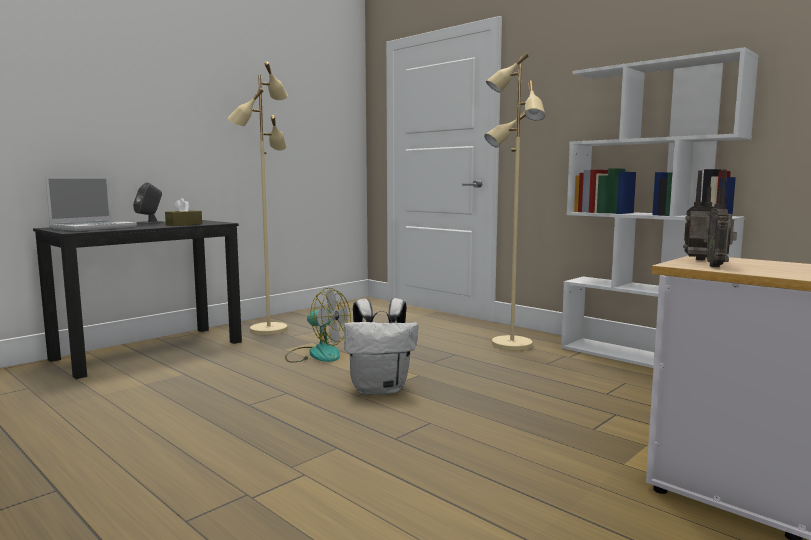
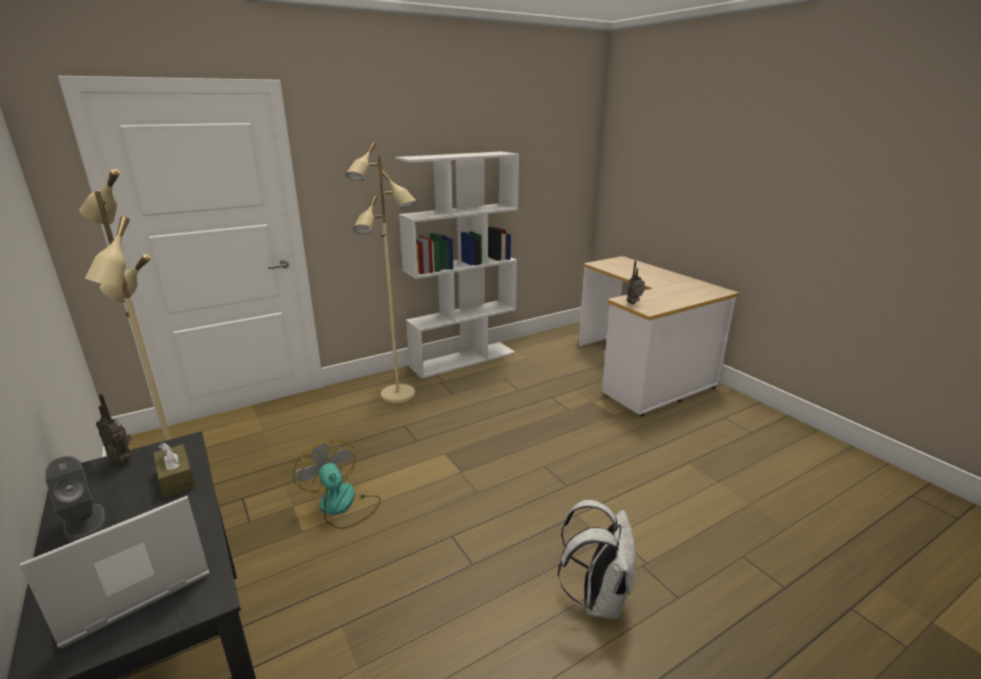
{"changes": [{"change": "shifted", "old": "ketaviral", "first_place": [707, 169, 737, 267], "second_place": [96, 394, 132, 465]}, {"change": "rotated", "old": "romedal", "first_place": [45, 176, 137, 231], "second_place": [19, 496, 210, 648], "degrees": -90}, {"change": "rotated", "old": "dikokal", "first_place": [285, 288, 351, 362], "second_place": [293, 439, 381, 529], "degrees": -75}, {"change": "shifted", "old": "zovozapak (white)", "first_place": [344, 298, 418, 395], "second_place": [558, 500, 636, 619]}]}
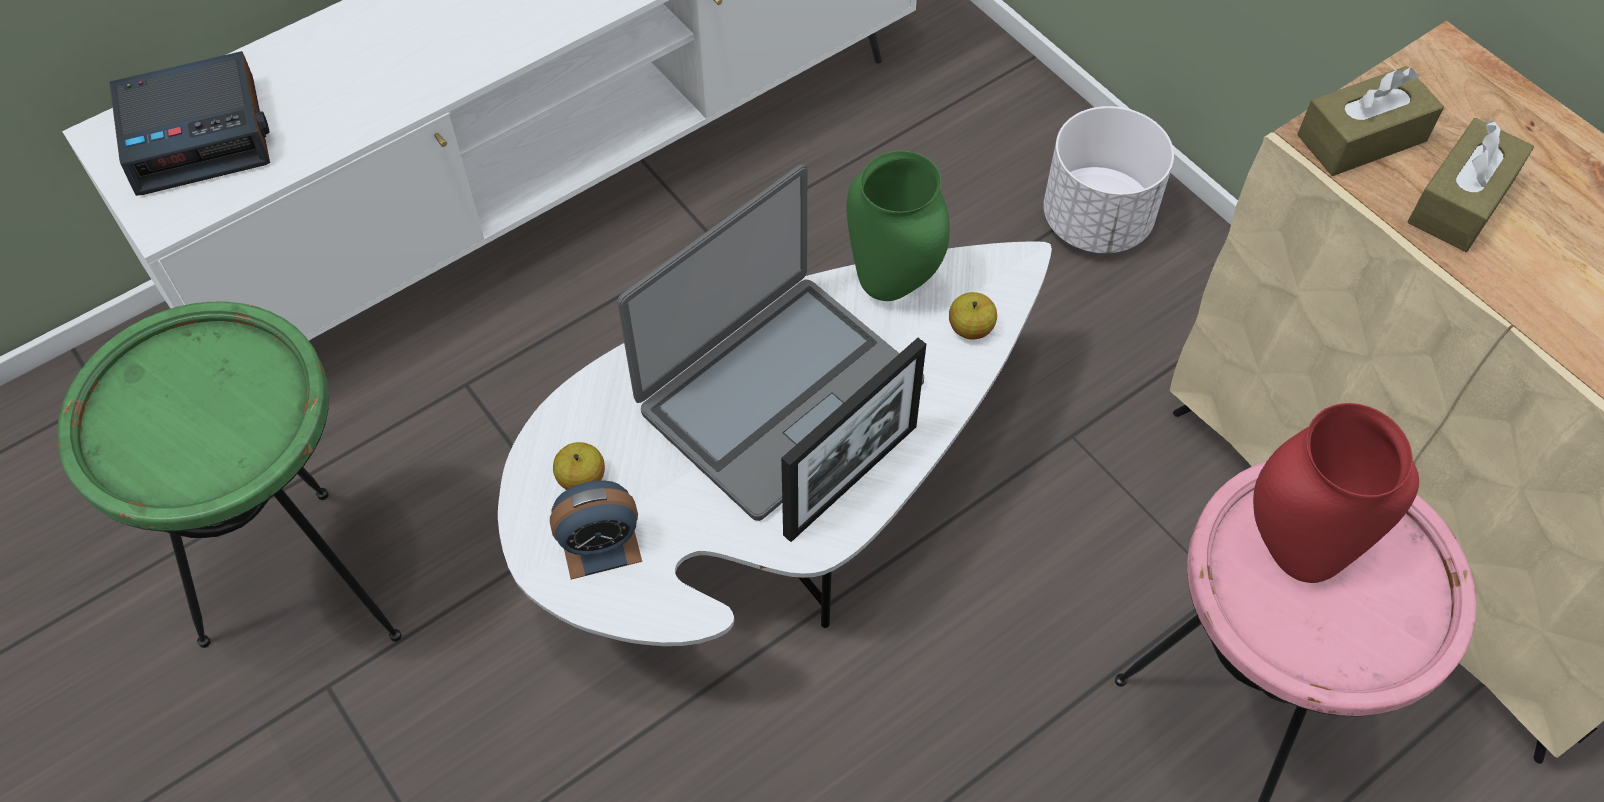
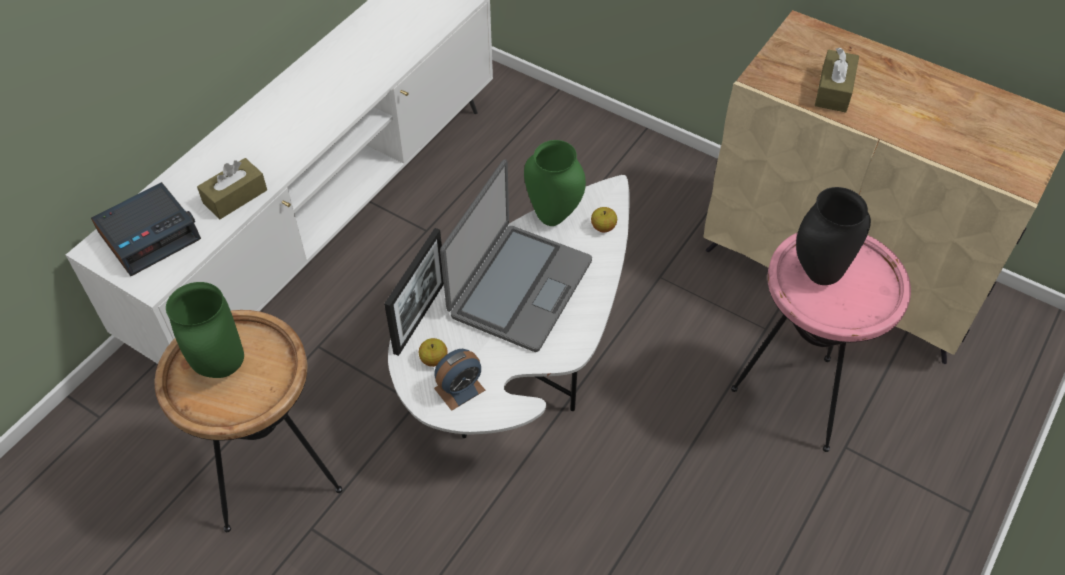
{"changes": [{"change": "shifted", "old": "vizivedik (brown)", "first_place": [1297, 66, 1444, 176], "second_place": [197, 158, 267, 219]}, {"change": "gone", "old": "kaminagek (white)", "first_place": [1043, 106, 1174, 254]}, {"change": "repainted", "old": "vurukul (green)", "new": "vurukul (brown)", "first_place": [57, 302, 402, 648], "second_place": [155, 310, 342, 532]}, {"change": "shifted", "old": "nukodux", "first_place": [781, 338, 926, 542], "second_place": [384, 228, 444, 356]}, {"change": "repainted", "old": "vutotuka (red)", "new": "vutotuka (black)", "first_place": [1253, 403, 1419, 583], "second_place": [796, 187, 871, 285]}, {"change": "new", "new": "vutotuka (green)", "second_place": [166, 282, 244, 378]}]}
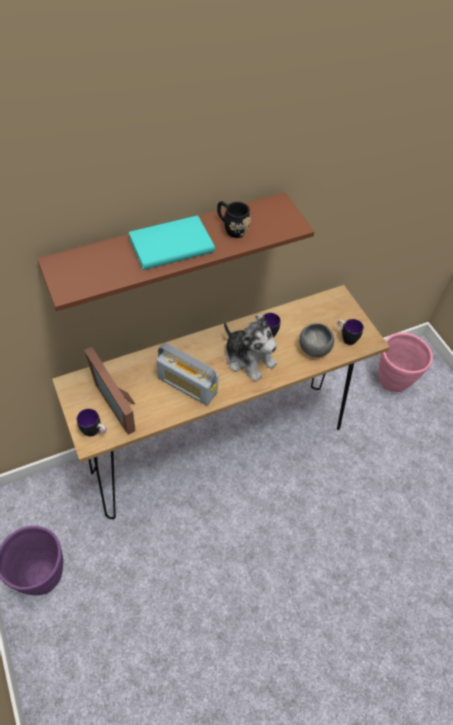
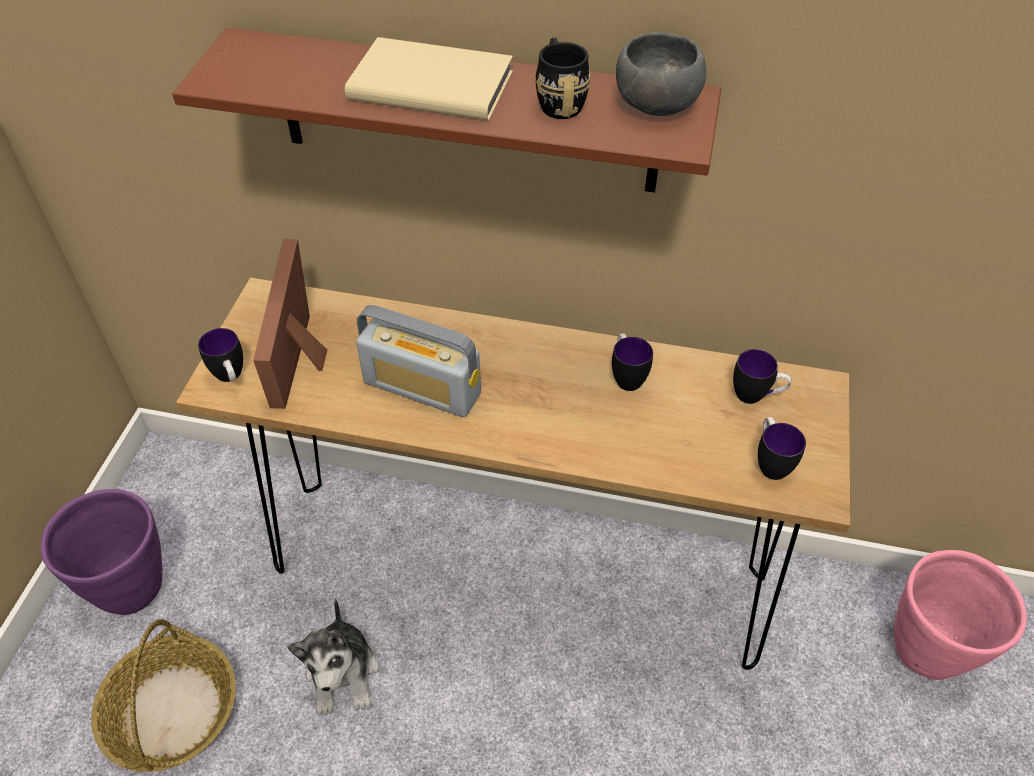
{"changes": [{"change": "repainted", "old": "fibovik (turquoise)", "new": "fibovik (beige)", "first_place": [128, 215, 215, 270], "second_place": [345, 37, 513, 121]}, {"change": "shifted", "old": "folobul", "first_place": [224, 316, 277, 382], "second_place": [287, 599, 379, 716]}, {"change": "shifted", "old": "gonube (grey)", "first_place": [299, 323, 334, 357], "second_place": [616, 32, 706, 116]}, {"change": "rotated", "old": "ketaviral", "first_place": [156, 343, 218, 405], "second_place": [356, 305, 481, 417], "degrees": -45}, {"change": "new", "new": "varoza", "second_place": [733, 349, 792, 404]}, {"change": "new", "new": "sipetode", "second_place": [91, 619, 236, 772]}]}
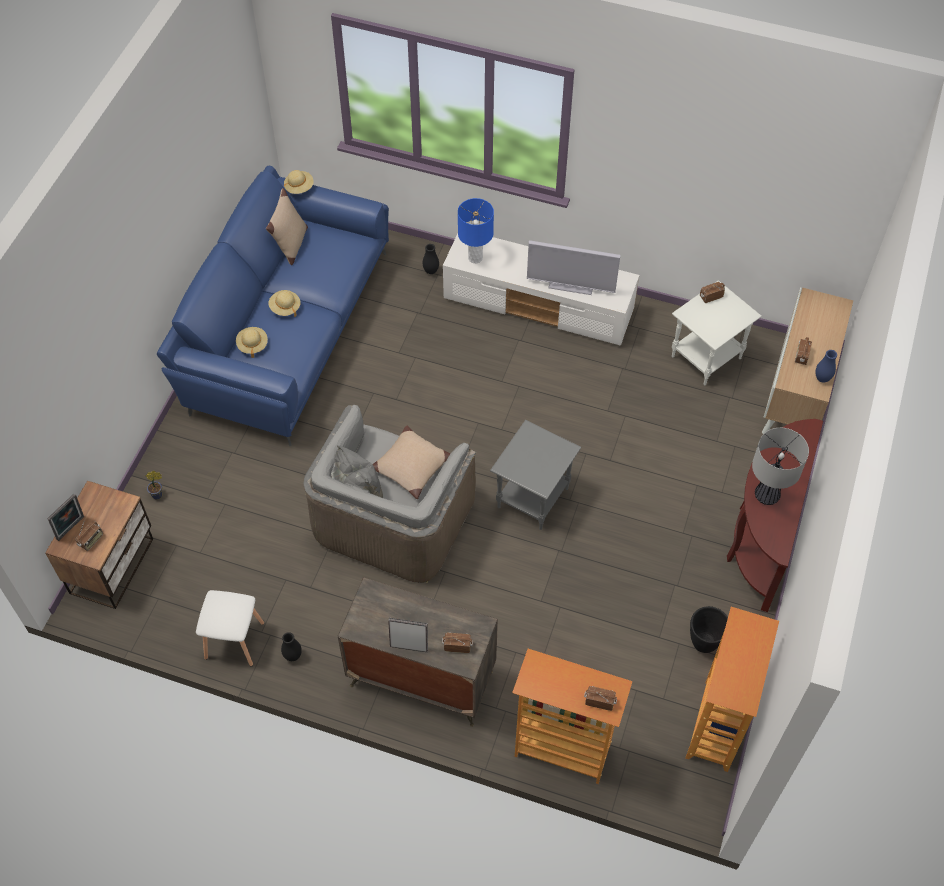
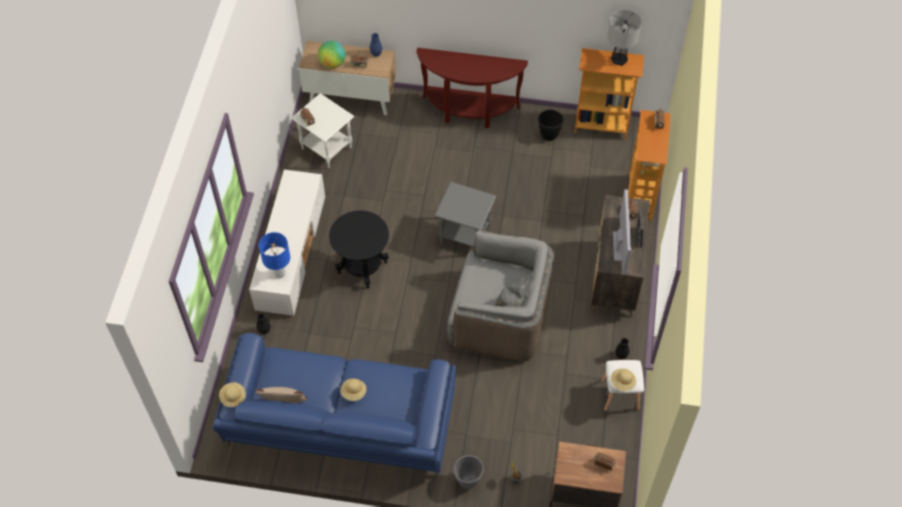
{"changes": [{"change": "shifted", "old": "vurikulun", "first_place": [527, 240, 620, 295], "second_place": [613, 189, 631, 274]}, {"change": "shifted", "old": "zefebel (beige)", "first_place": [236, 327, 268, 358], "second_place": [611, 368, 636, 391]}, {"change": "gone", "old": "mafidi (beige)", "first_place": [373, 425, 450, 499]}, {"change": "shifted", "old": "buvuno", "first_place": [752, 428, 809, 505], "second_place": [607, 10, 642, 66]}, {"change": "gone", "old": "nukodux", "first_place": [47, 494, 84, 541]}, {"change": "new", "new": "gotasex", "second_place": [318, 41, 346, 69]}, {"change": "new", "new": "vurukul (black)", "second_place": [329, 210, 389, 288]}, {"change": "new", "new": "kaminagek (grey)", "second_place": [454, 455, 484, 489]}]}
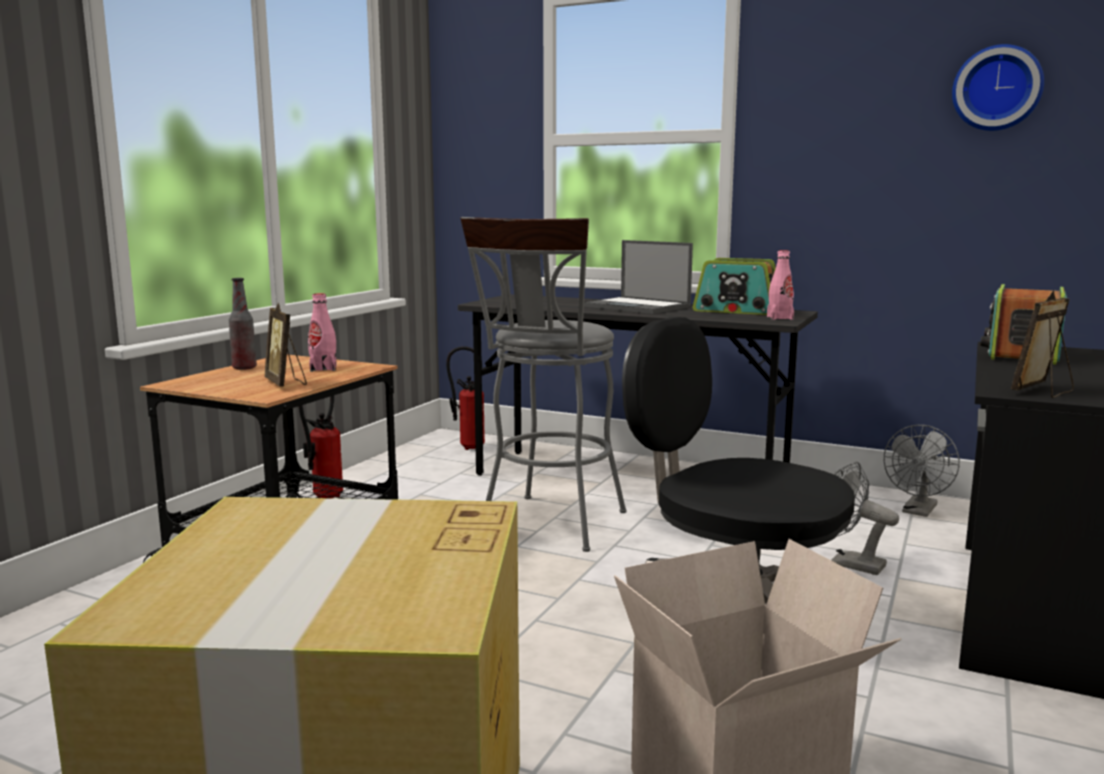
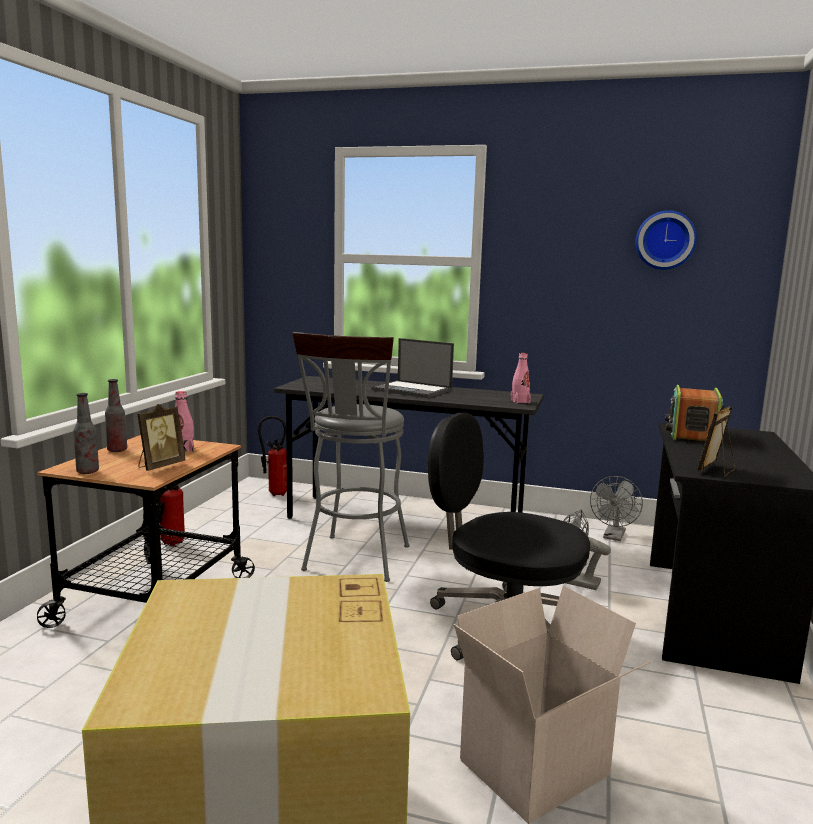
{"changes": [{"change": "gone", "old": "ketaviral", "first_place": [693, 258, 776, 315]}, {"change": "rotated", "old": "nukodux", "first_place": [264, 303, 307, 386], "second_place": [138, 404, 185, 471], "degrees": -105}, {"change": "new", "new": "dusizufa", "second_place": [73, 393, 99, 474]}]}
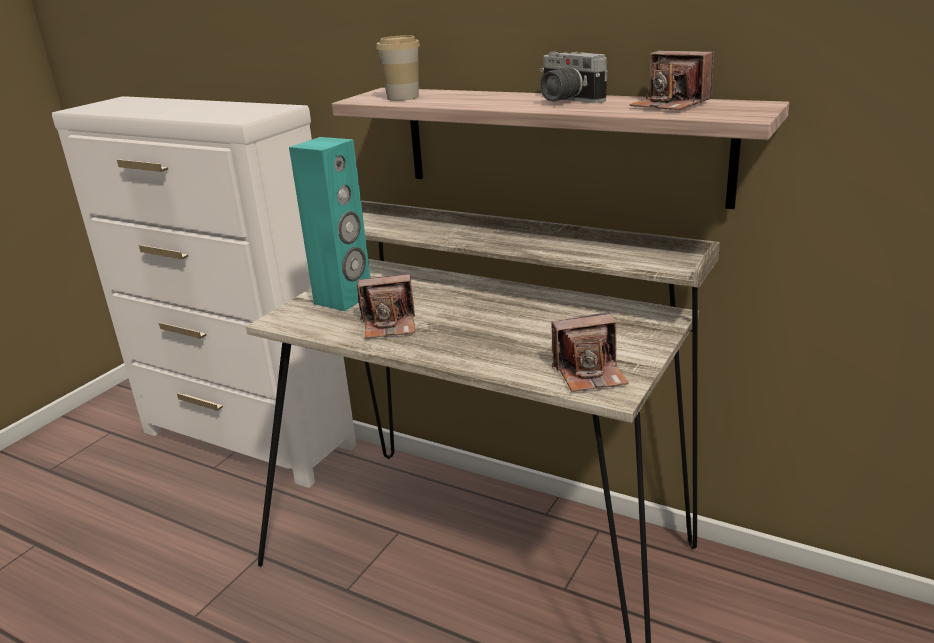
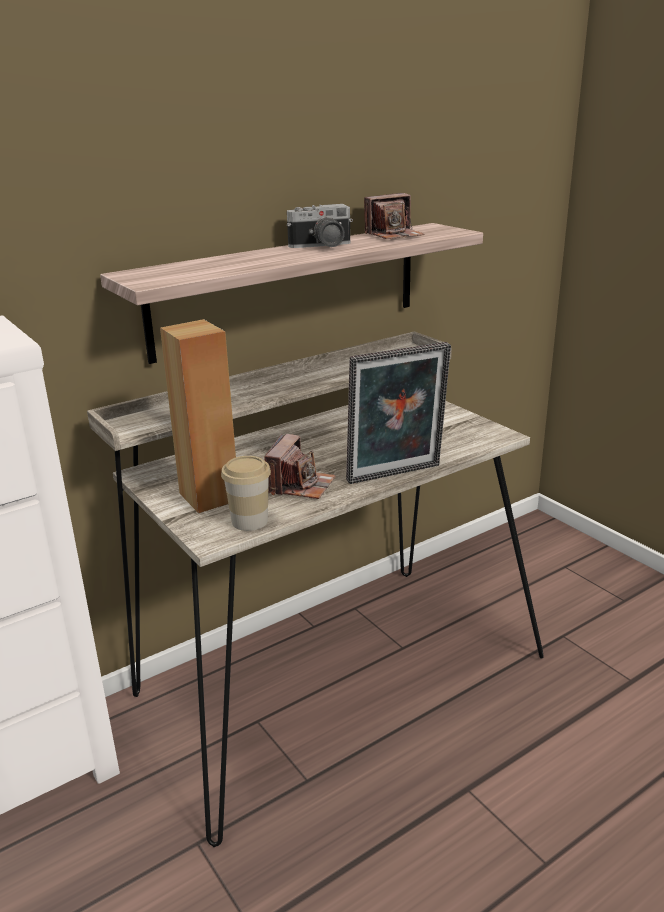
{"changes": [{"change": "shifted", "old": "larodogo", "first_place": [376, 35, 420, 101], "second_place": [221, 456, 271, 531]}, {"change": "repainted", "old": "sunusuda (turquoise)", "new": "sunusuda (brown)", "first_place": [289, 137, 370, 311], "second_place": [160, 319, 236, 513]}, {"change": "gone", "old": "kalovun", "first_place": [552, 312, 629, 392]}, {"change": "new", "new": "nukodux", "second_place": [346, 342, 451, 484]}]}
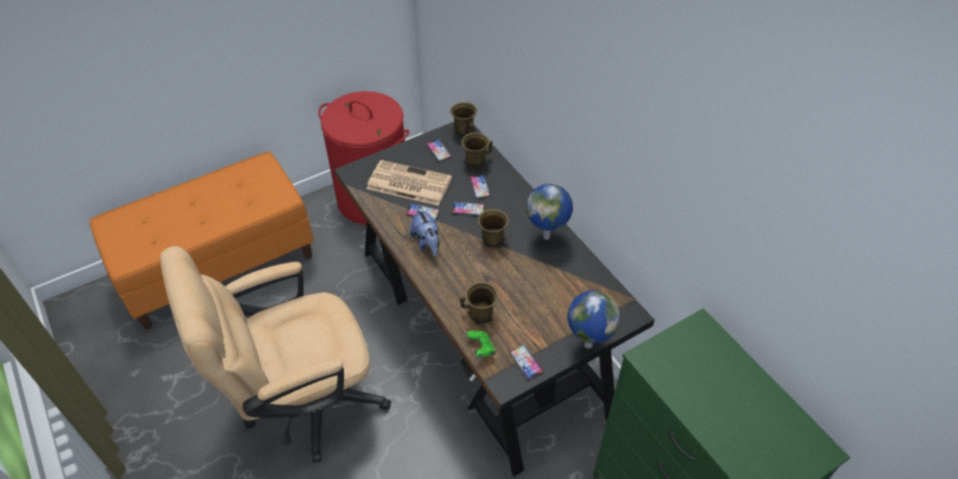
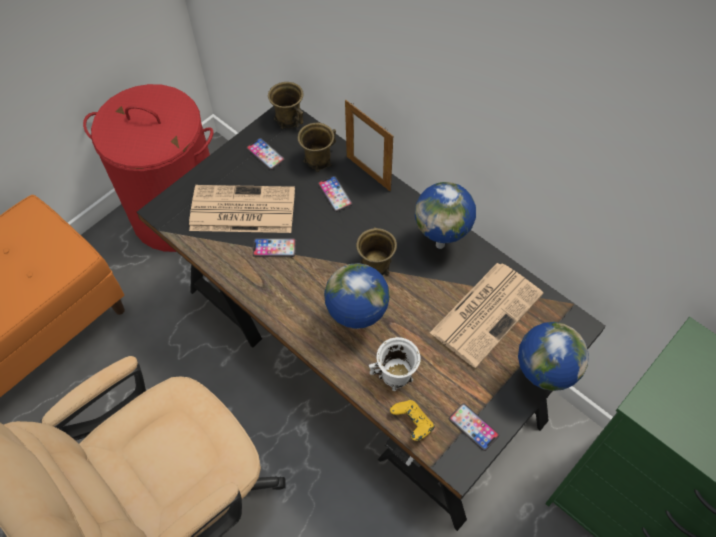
{"changes": [{"change": "gone", "old": "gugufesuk", "first_place": [452, 202, 485, 216]}, {"change": "gone", "old": "folobul", "first_place": [410, 208, 439, 256]}, {"change": "repainted", "old": "varoza (brown)", "new": "varoza (white)", "first_place": [459, 282, 498, 325], "second_place": [369, 337, 421, 391]}, {"change": "repainted", "old": "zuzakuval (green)", "new": "zuzakuval (yellow)", "first_place": [466, 331, 496, 357], "second_place": [390, 400, 435, 441]}, {"change": "new", "new": "nukodux", "second_place": [345, 100, 393, 191]}, {"change": "new", "new": "gotasex", "second_place": [324, 263, 390, 329]}, {"change": "new", "new": "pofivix", "second_place": [430, 263, 543, 368]}]}
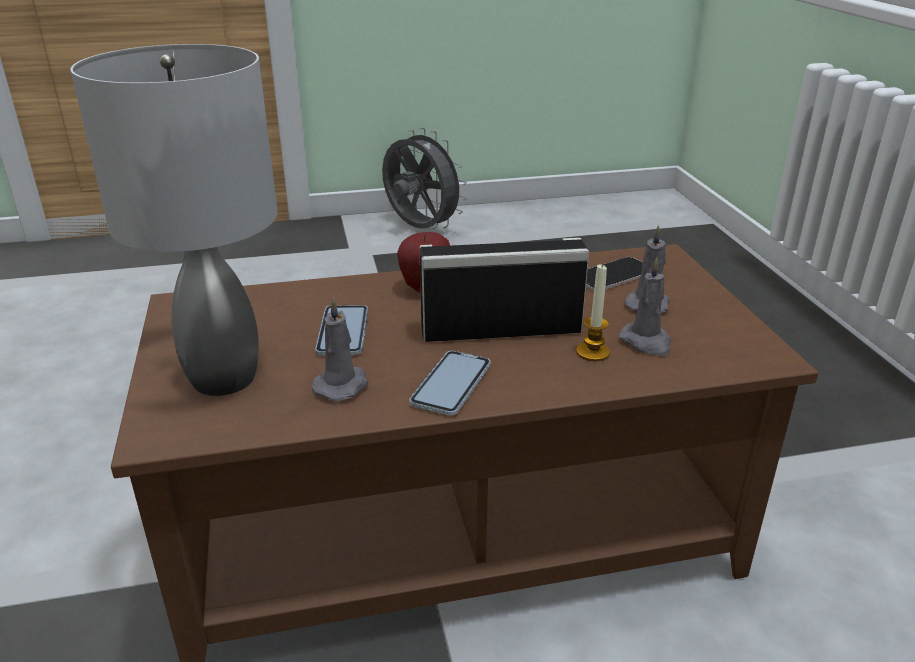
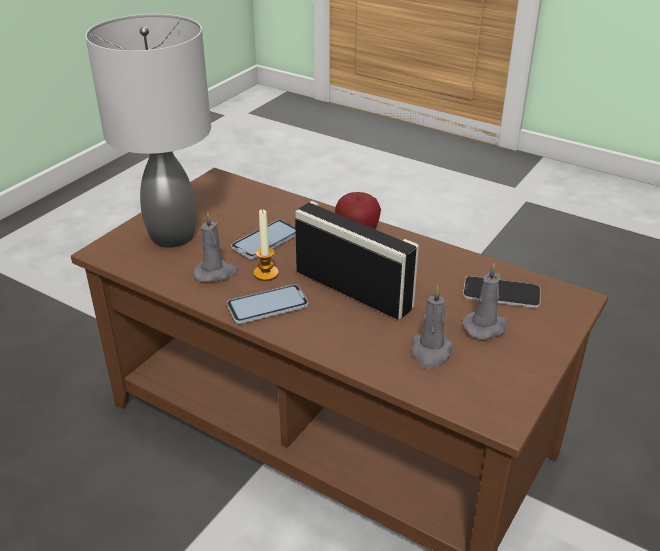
{"changes": [{"change": "gone", "old": "dikokal (grey)", "first_place": [382, 128, 467, 229]}, {"change": "shifted", "old": "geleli", "first_place": [576, 263, 610, 361], "second_place": [253, 209, 279, 281]}]}
